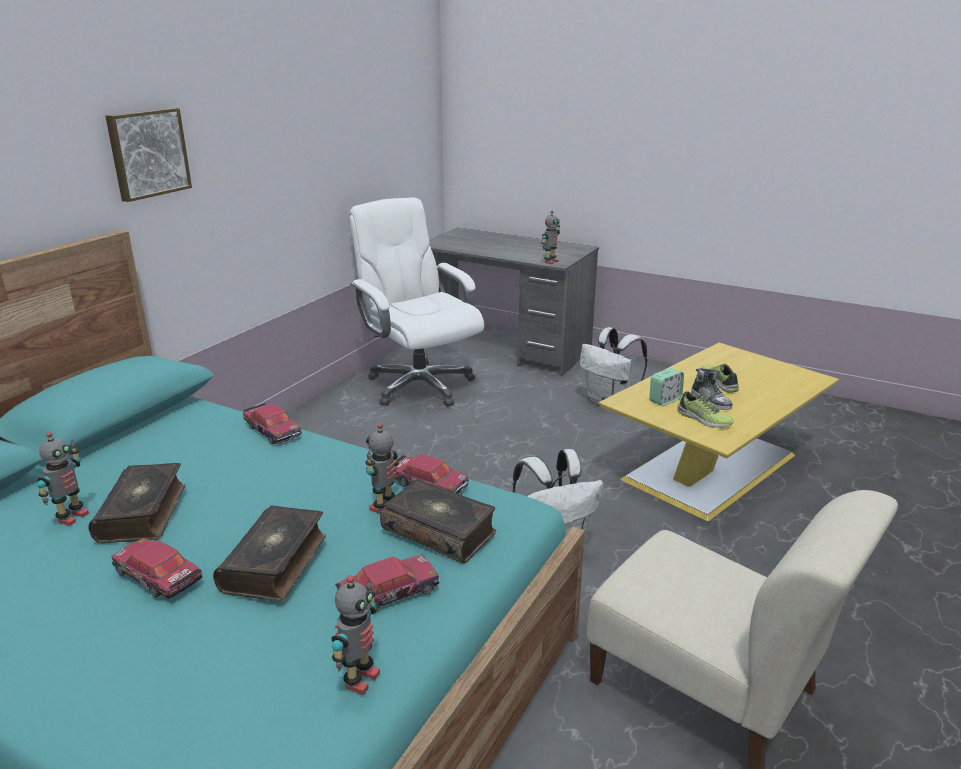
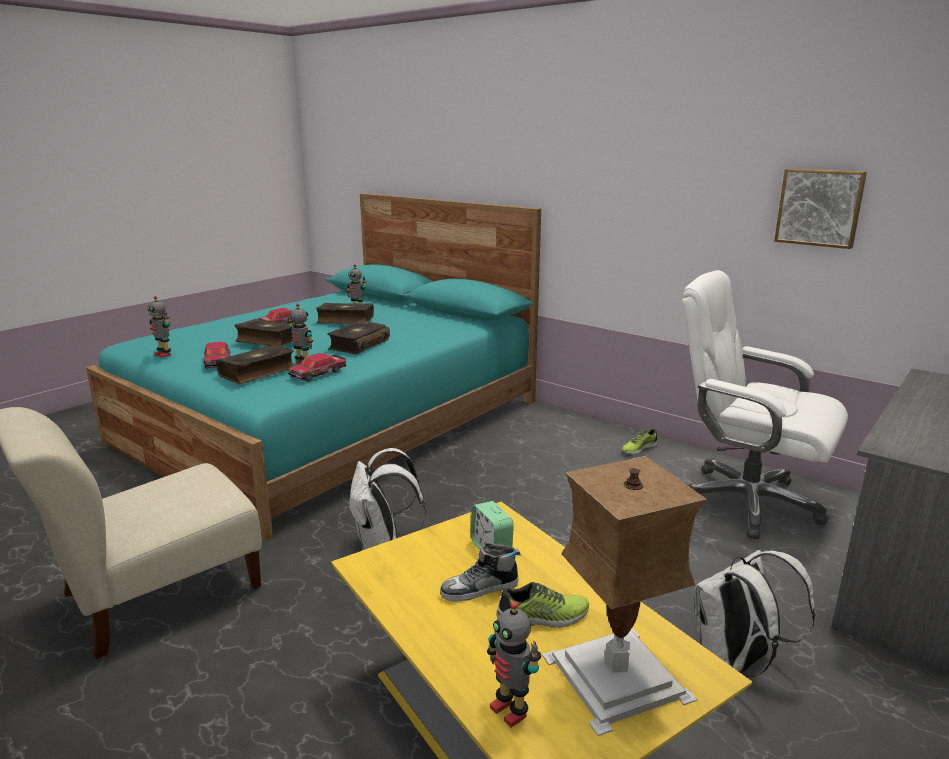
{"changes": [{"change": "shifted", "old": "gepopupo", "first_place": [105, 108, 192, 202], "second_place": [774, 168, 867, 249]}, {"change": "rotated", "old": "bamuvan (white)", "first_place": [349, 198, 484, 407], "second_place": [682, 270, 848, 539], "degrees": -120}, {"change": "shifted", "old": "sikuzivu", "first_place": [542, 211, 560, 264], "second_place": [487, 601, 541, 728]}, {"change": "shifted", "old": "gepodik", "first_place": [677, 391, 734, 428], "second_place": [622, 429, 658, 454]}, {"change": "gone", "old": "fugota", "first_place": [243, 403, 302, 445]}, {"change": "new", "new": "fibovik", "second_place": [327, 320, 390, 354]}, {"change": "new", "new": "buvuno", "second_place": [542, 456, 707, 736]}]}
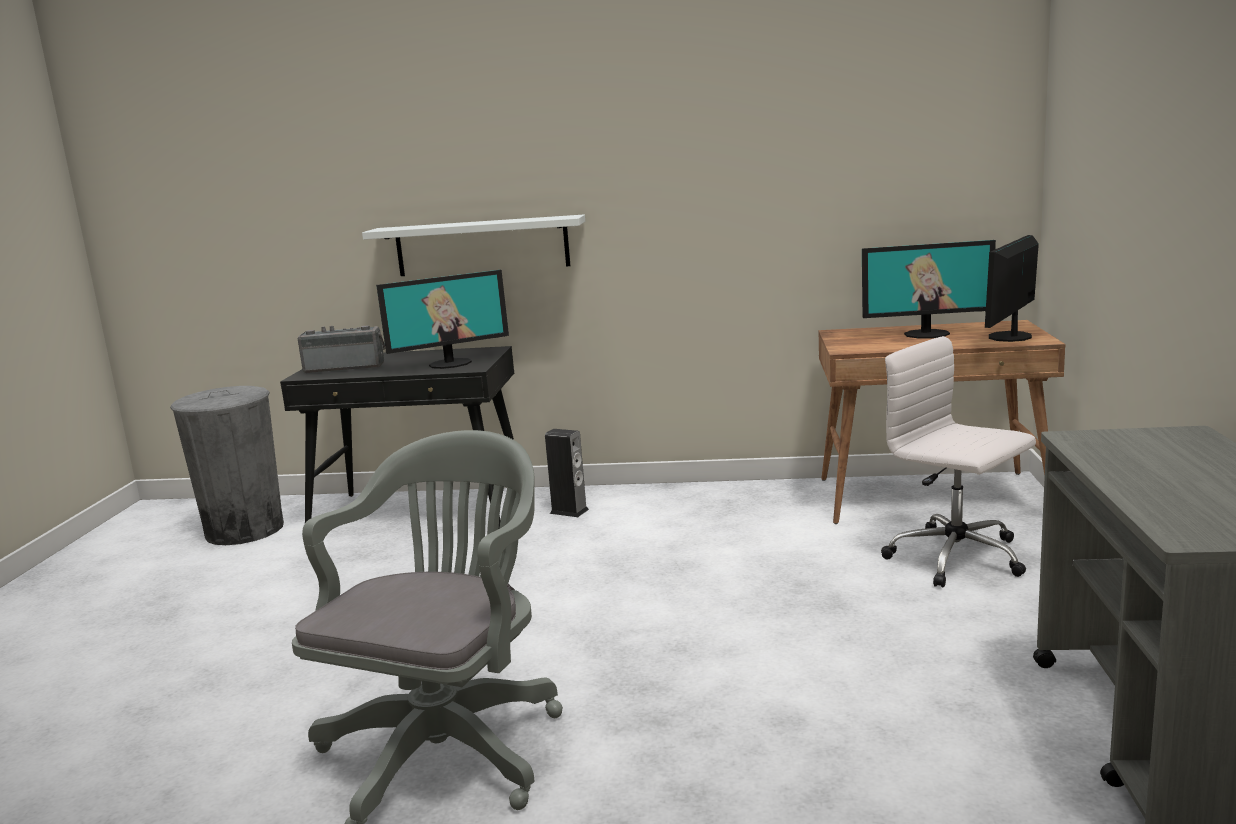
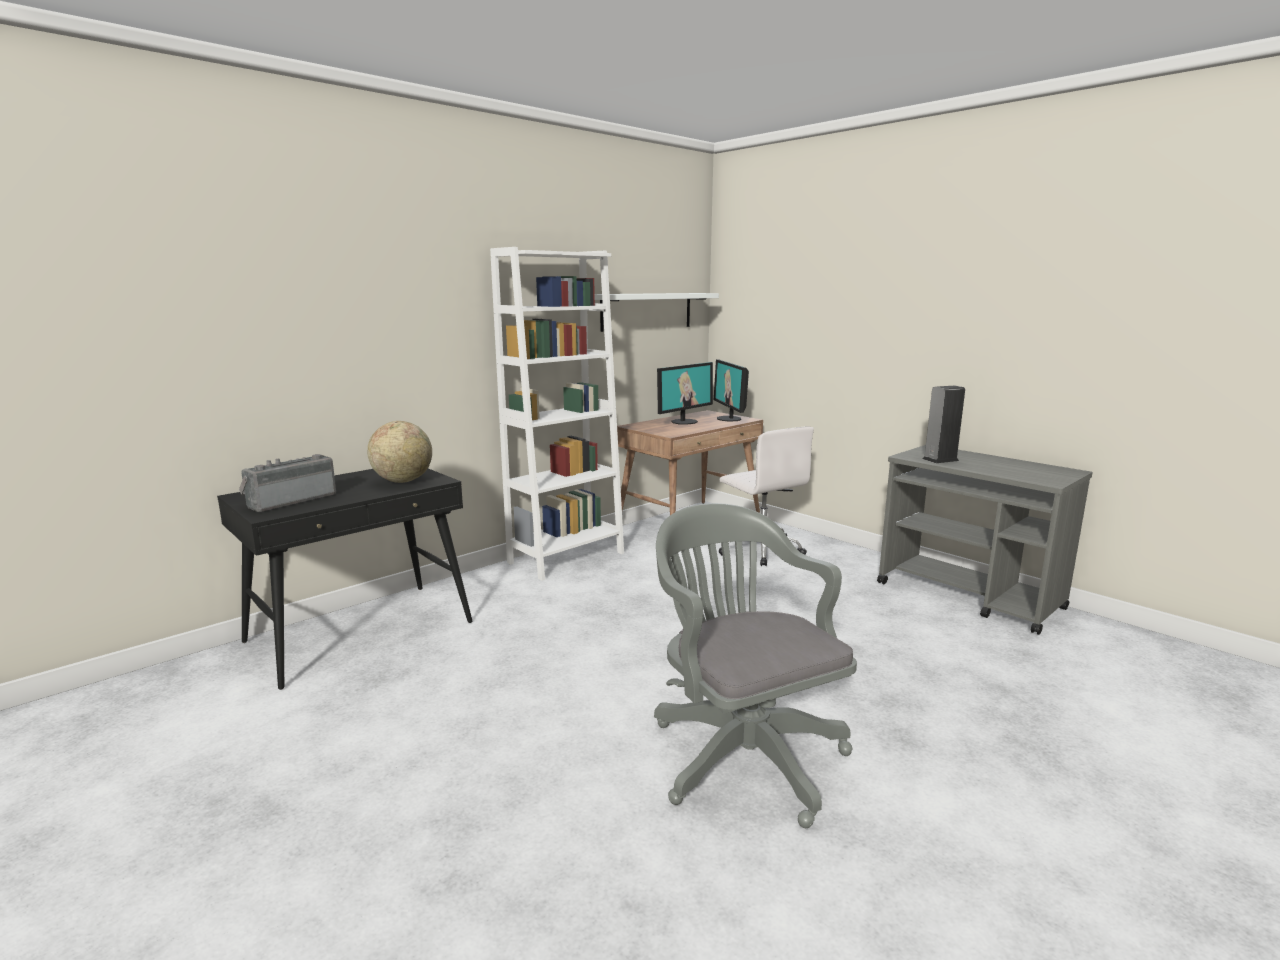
{"changes": [{"change": "shifted", "old": "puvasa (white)", "first_place": [362, 215, 585, 276], "second_place": [595, 293, 719, 332]}, {"change": "swapped", "old": "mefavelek", "new": "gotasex", "first_place": [376, 270, 509, 369], "second_place": [367, 421, 432, 483]}, {"change": "rotated", "old": "bamuvan (white)", "first_place": [881, 336, 1036, 588], "second_place": [718, 427, 814, 566], "degrees": -120}, {"change": "gone", "old": "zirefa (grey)", "first_place": [170, 386, 284, 545]}, {"change": "shifted", "old": "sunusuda", "first_place": [545, 429, 589, 517], "second_place": [922, 386, 965, 463]}, {"change": "new", "new": "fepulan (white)", "second_place": [490, 247, 624, 581]}]}
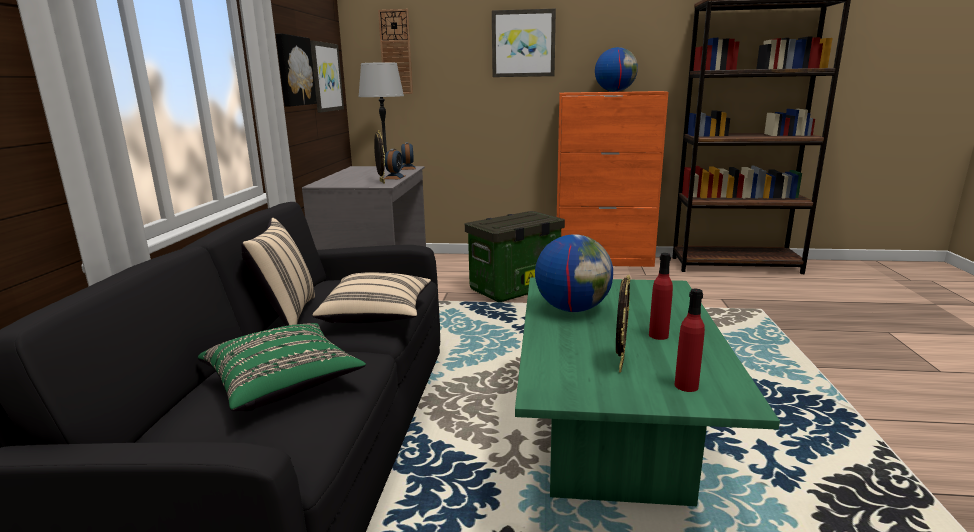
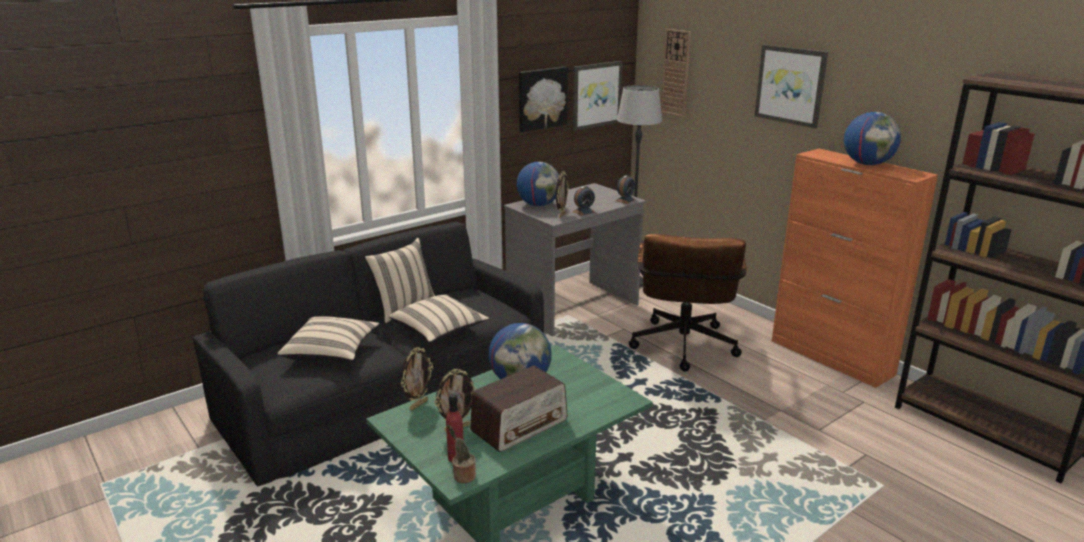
{"changes": [{"change": "swapped", "old": "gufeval", "new": "bamuvan (brown)", "first_place": [465, 211, 565, 302], "second_place": [629, 234, 747, 372]}, {"change": "swapped", "old": "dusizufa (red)", "new": "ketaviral", "first_place": [649, 253, 673, 340], "second_place": [470, 366, 568, 452]}, {"change": "repainted", "old": "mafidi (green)", "new": "mafidi (beige)", "first_place": [198, 323, 366, 411], "second_place": [278, 316, 379, 361]}, {"change": "new", "new": "gotasex", "second_place": [517, 162, 559, 206]}, {"change": "new", "new": "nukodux", "second_place": [401, 347, 433, 411]}, {"change": "new", "new": "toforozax", "second_place": [447, 425, 476, 483]}]}
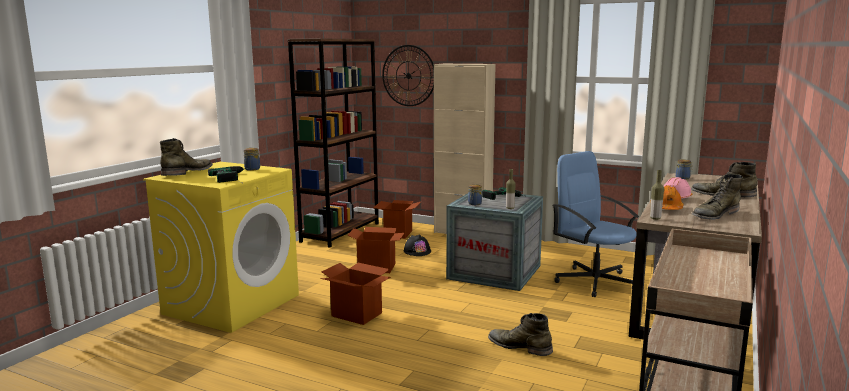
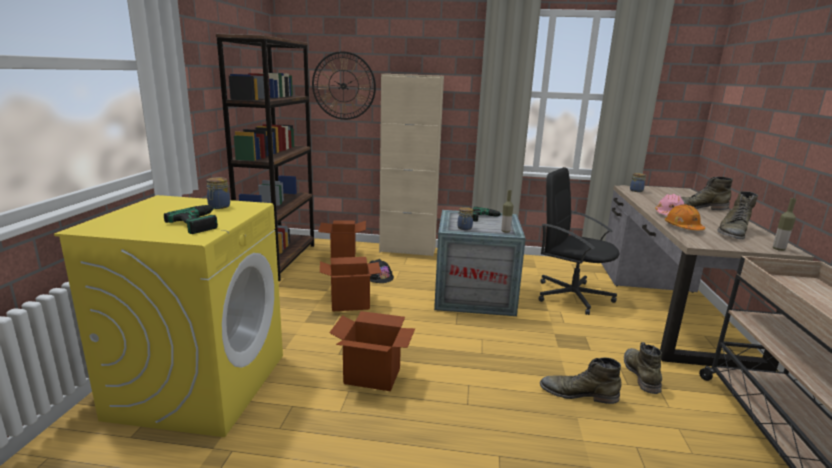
{"changes": [{"change": "shifted", "old": "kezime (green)", "first_place": [160, 138, 213, 176], "second_place": [624, 342, 662, 394]}, {"change": "repainted", "old": "bamuvan (blue)", "new": "bamuvan (black)", "first_place": [553, 151, 639, 297], "second_place": [538, 167, 620, 315]}, {"change": "shifted", "old": "dusizufa", "first_place": [650, 170, 664, 220], "second_place": [773, 198, 796, 251]}]}
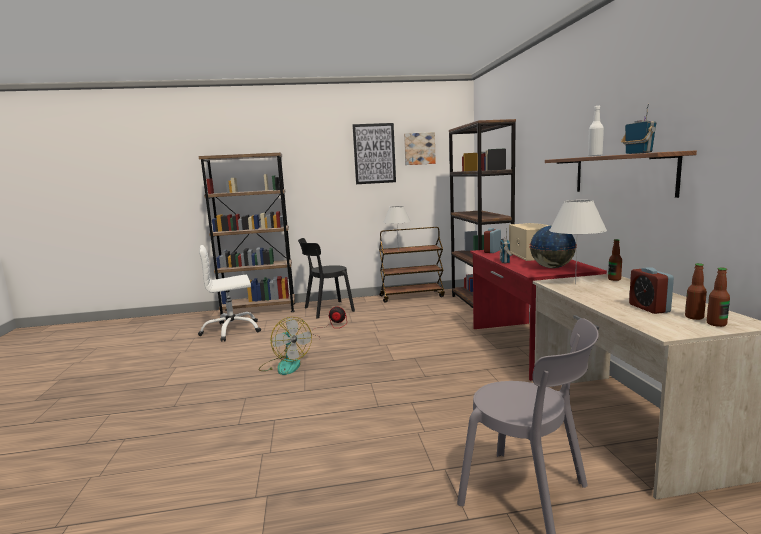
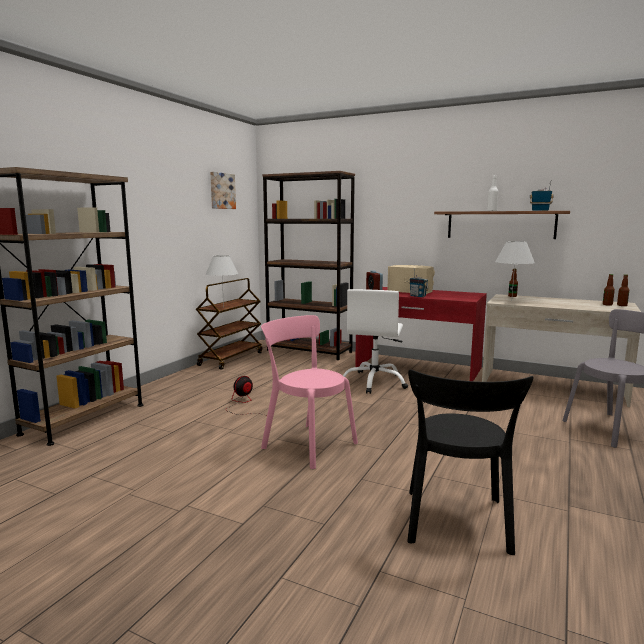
{"changes": [{"change": "gone", "old": "gepopupo", "first_place": [353, 123, 396, 184]}, {"change": "gone", "old": "gotasex", "first_place": [529, 225, 577, 268]}, {"change": "shifted", "old": "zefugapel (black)", "first_place": [298, 238, 355, 319], "second_place": [407, 369, 534, 555]}, {"change": "shifted", "old": "bamuvan (white)", "first_place": [198, 245, 261, 342], "second_place": [343, 289, 408, 394]}, {"change": "gone", "old": "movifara", "first_place": [629, 267, 674, 314]}, {"change": "swapped", "old": "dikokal", "new": "zefugapel (pink)", "first_place": [259, 317, 312, 375], "second_place": [261, 315, 358, 469]}]}
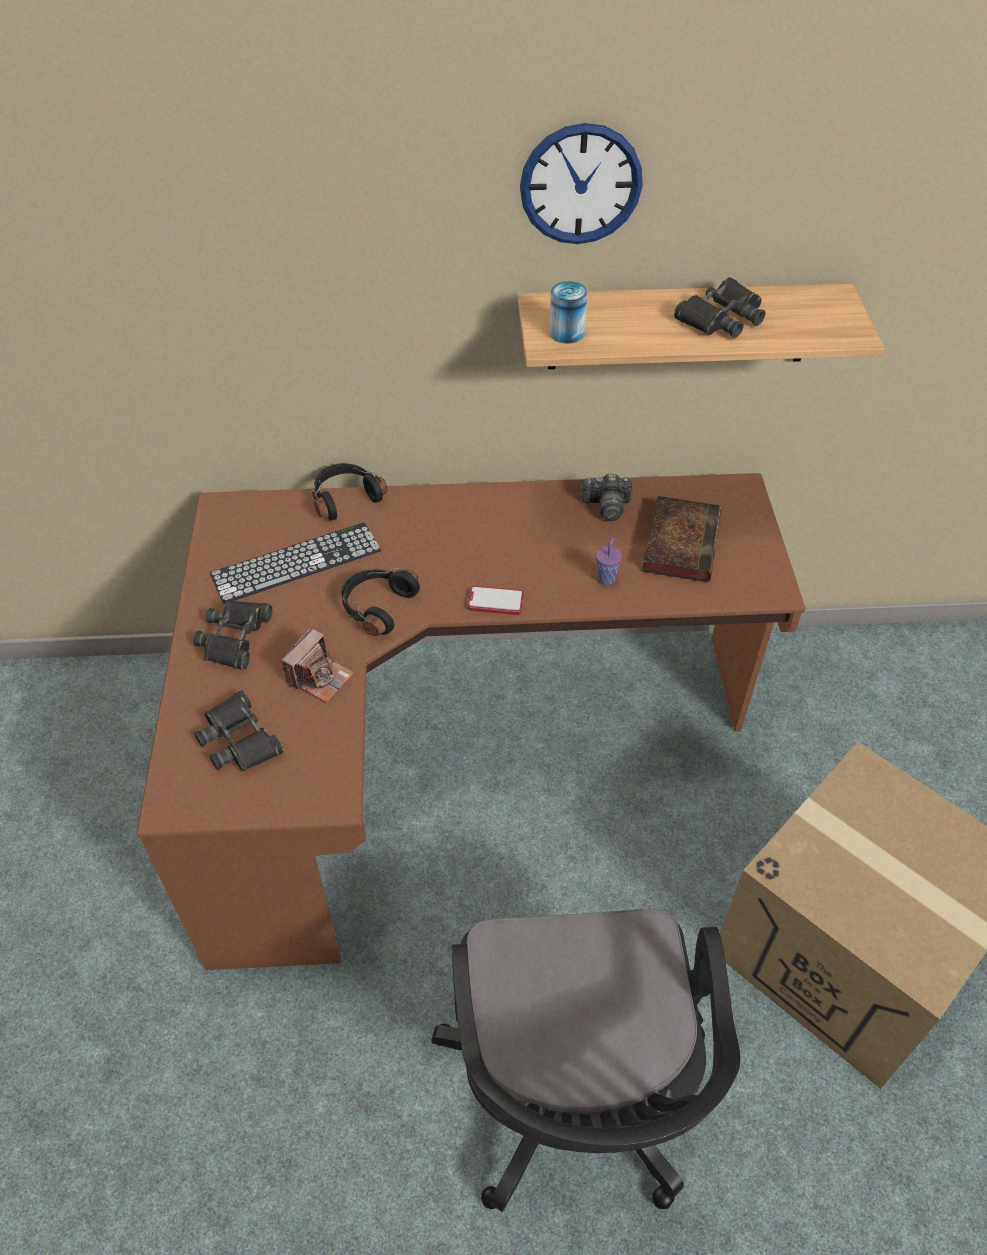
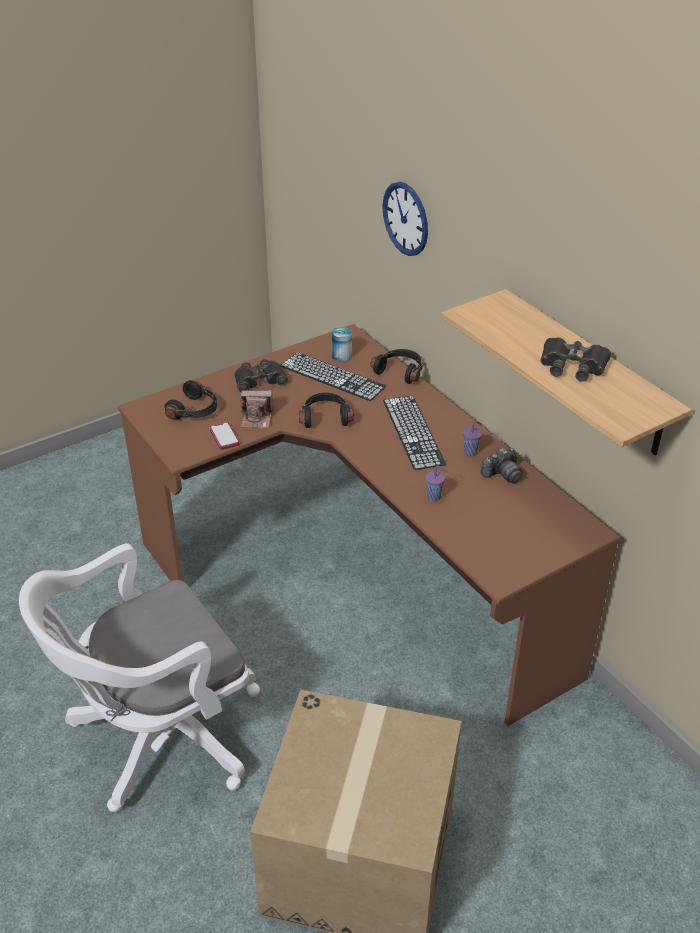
{"changes": [{"change": "shifted", "old": "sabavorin", "first_place": [520, 123, 643, 244], "second_place": [382, 182, 428, 256]}, {"change": "shifted", "old": "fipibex", "first_place": [549, 281, 588, 344], "second_place": [331, 327, 352, 362]}, {"change": "rotated", "old": "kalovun", "first_place": [581, 473, 632, 521], "second_place": [481, 448, 523, 484], "degrees": -90}, {"change": "gone", "old": "fibovik", "first_place": [642, 496, 721, 582]}, {"change": "shifted", "old": "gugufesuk", "first_place": [467, 586, 524, 615], "second_place": [210, 422, 240, 450]}, {"change": "swapped", "old": "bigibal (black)", "new": "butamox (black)", "first_place": [194, 690, 284, 772], "second_place": [164, 380, 217, 419]}, {"change": "repainted", "old": "bamuvan (black)", "new": "bamuvan (white)", "first_place": [431, 909, 740, 1212], "second_place": [19, 543, 260, 812]}, {"change": "new", "new": "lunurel", "second_place": [383, 396, 446, 470]}, {"change": "new", "new": "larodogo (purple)", "second_place": [463, 420, 482, 456]}]}
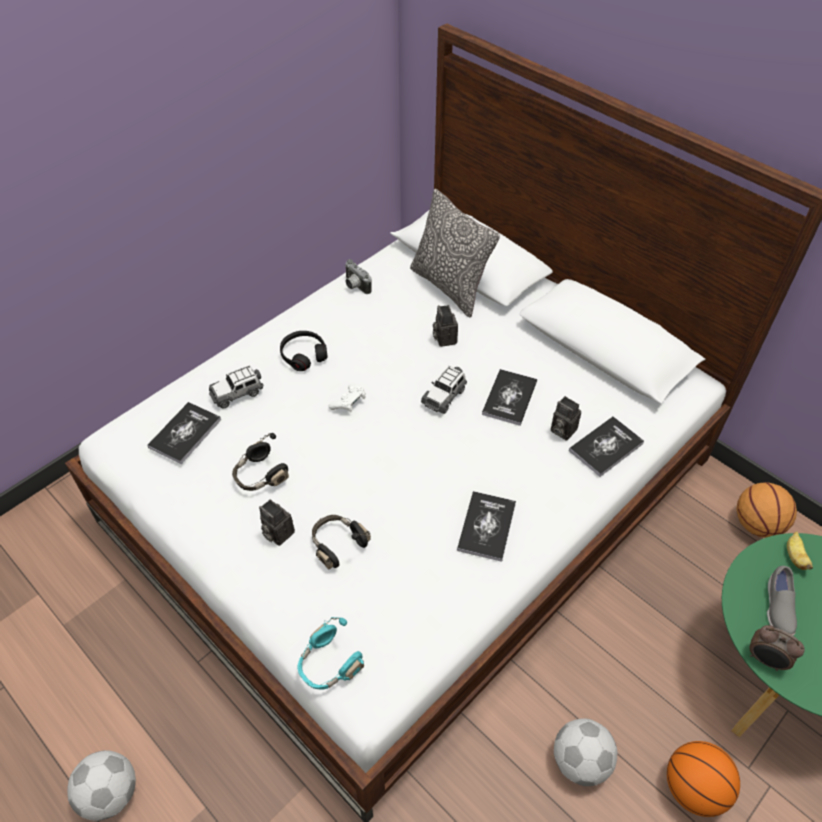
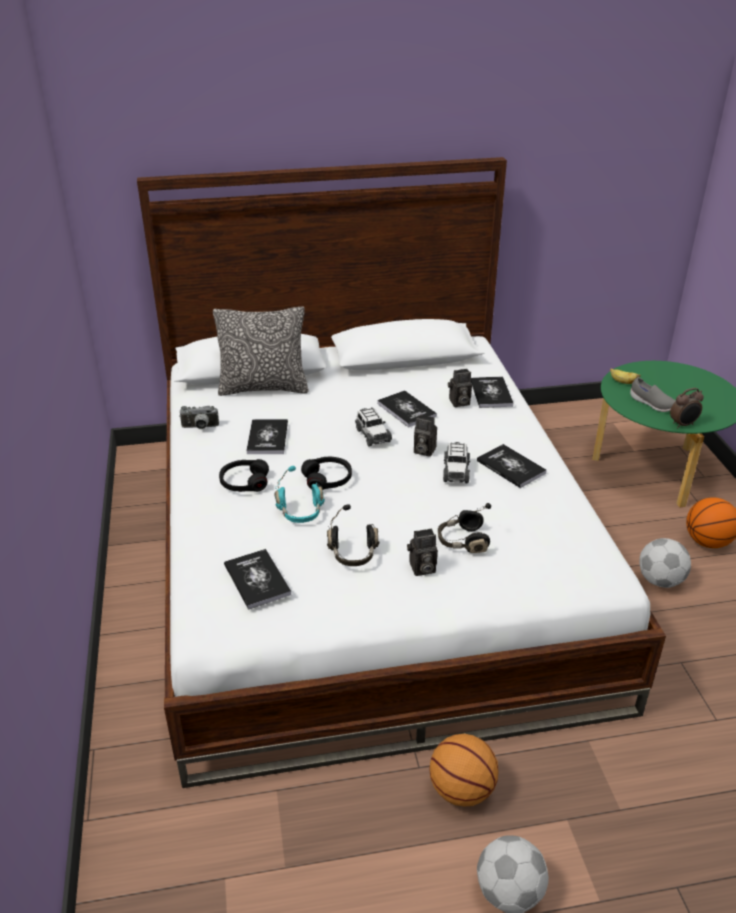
{"changes": [{"change": "shifted", "old": "kalovun", "first_place": [433, 305, 458, 347], "second_place": [414, 414, 437, 457]}, {"change": "shifted", "old": "fugota", "first_place": [209, 366, 264, 408], "second_place": [443, 442, 470, 483]}, {"change": "swapped", "old": "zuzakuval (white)", "new": "butamox (black)", "first_place": [329, 383, 366, 412], "second_place": [301, 456, 352, 490]}, {"change": "shifted", "old": "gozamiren", "first_place": [736, 482, 797, 538], "second_place": [429, 734, 499, 806]}, {"change": "shifted", "old": "butamox (turquoise)", "first_place": [297, 617, 364, 690], "second_place": [275, 466, 325, 523]}, {"change": "new", "new": "fibovik", "second_place": [246, 419, 288, 454]}]}
